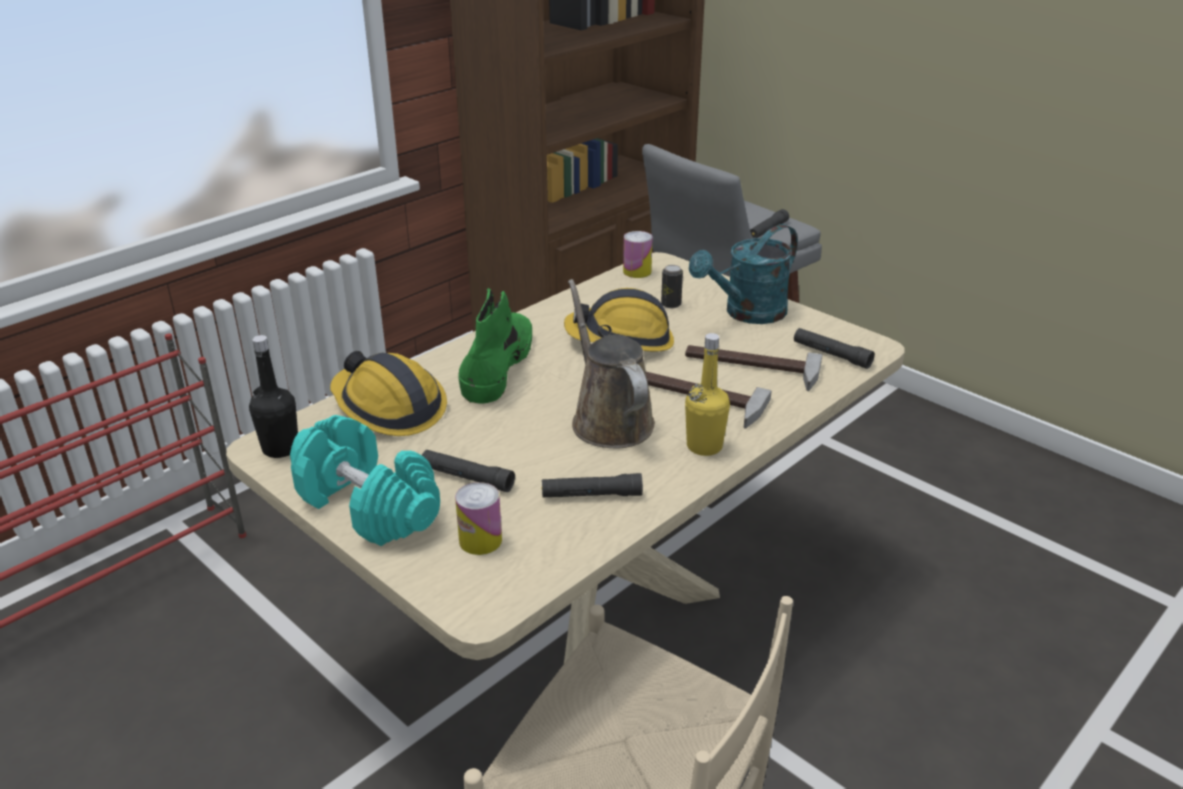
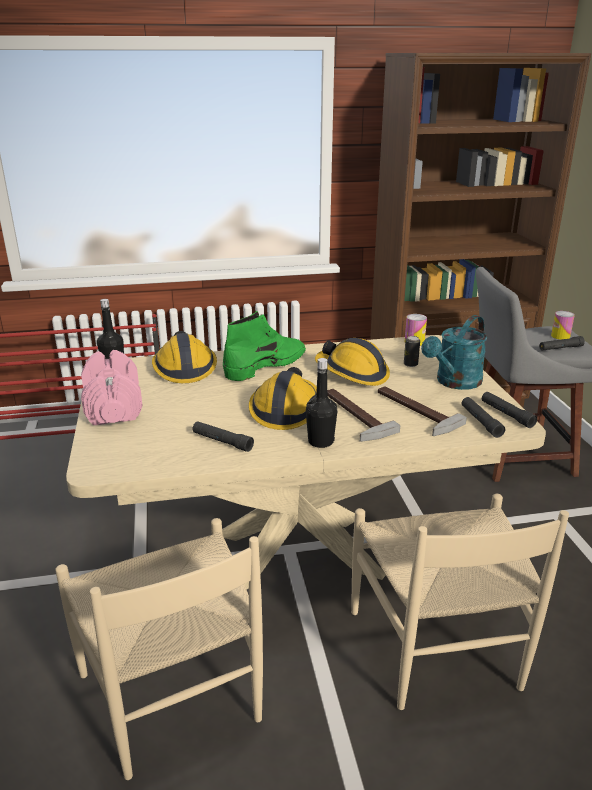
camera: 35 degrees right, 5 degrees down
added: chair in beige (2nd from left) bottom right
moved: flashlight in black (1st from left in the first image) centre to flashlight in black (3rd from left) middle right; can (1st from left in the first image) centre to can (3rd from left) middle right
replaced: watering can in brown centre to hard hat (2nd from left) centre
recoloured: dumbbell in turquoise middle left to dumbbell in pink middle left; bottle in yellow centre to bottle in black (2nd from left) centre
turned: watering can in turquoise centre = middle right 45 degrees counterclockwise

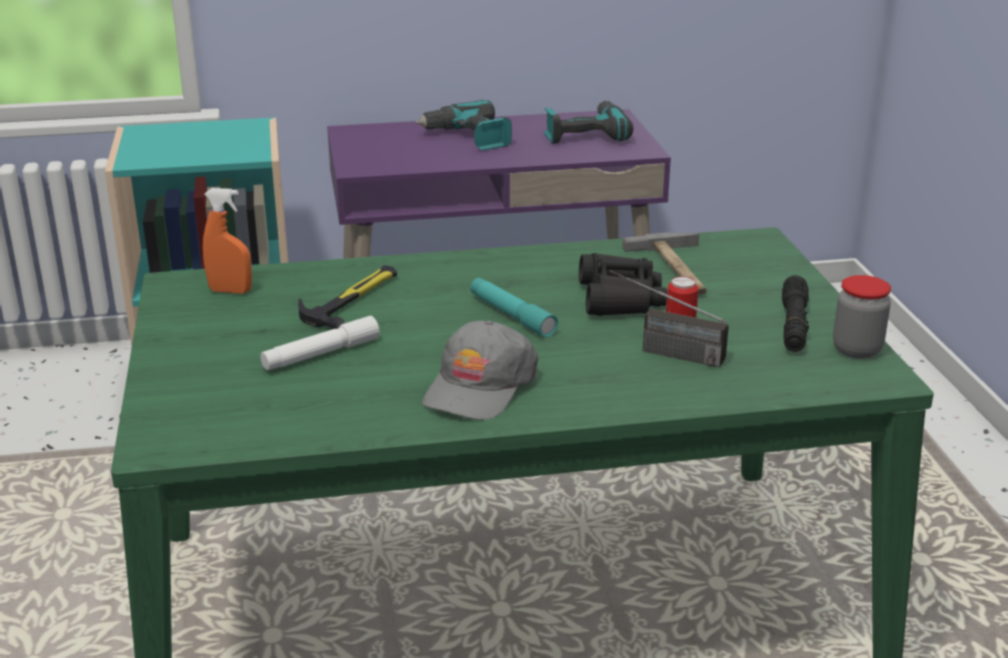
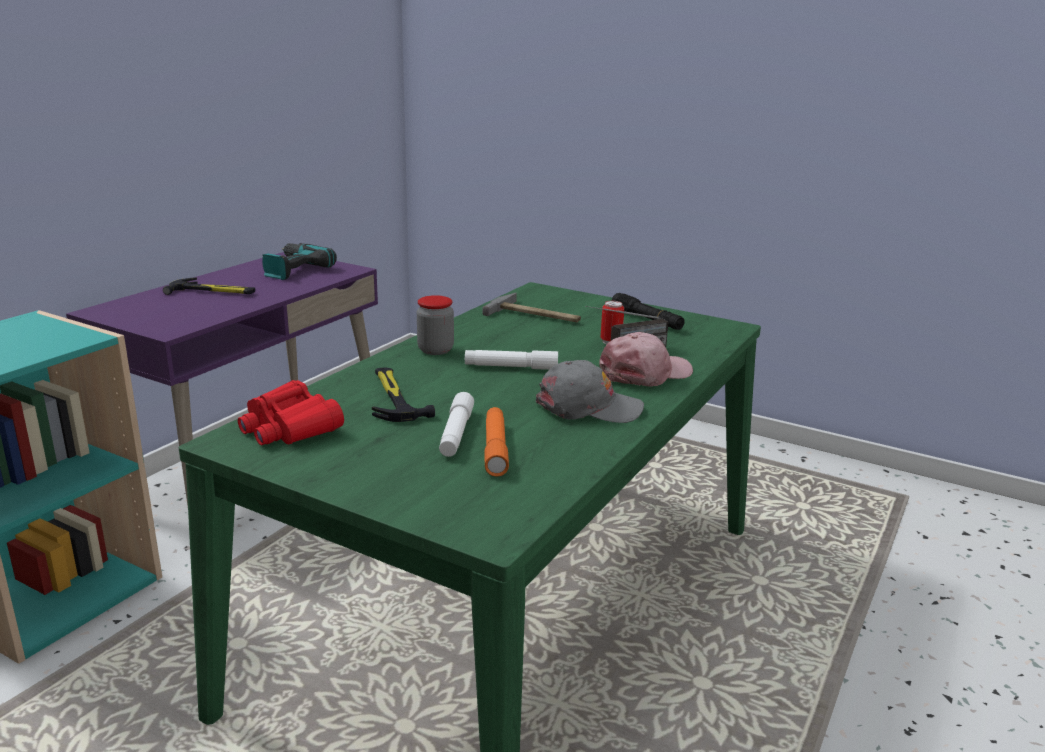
camera: 50 degrees left, 5 degrees down
removed: binoculars in black centre
added: flashlight in orange centre; cap in pink centre
moved: jar middle right to centre
replaced: power drill (1st from left) top centre to hammer (1st from left) middle left; spray bottle in orange middle left to binoculars in red middle left
recoloured: flashlight in turquoise centre to flashlight in white (2nd from left) centre
turned: cap in grey centre = centre 60 degrees counterclockwise

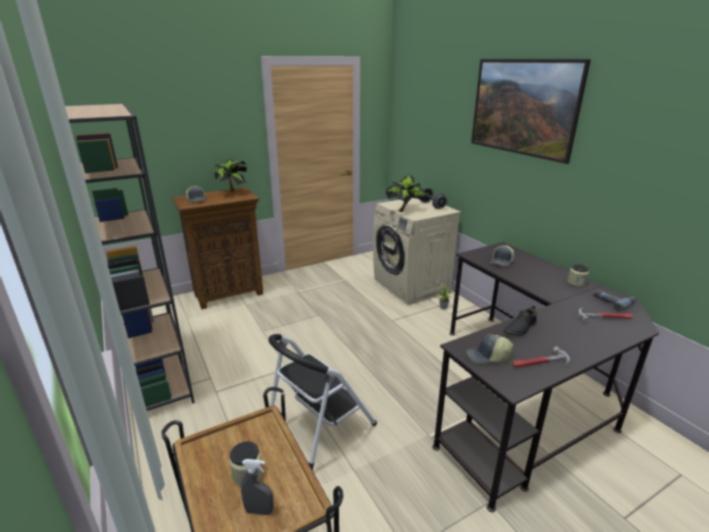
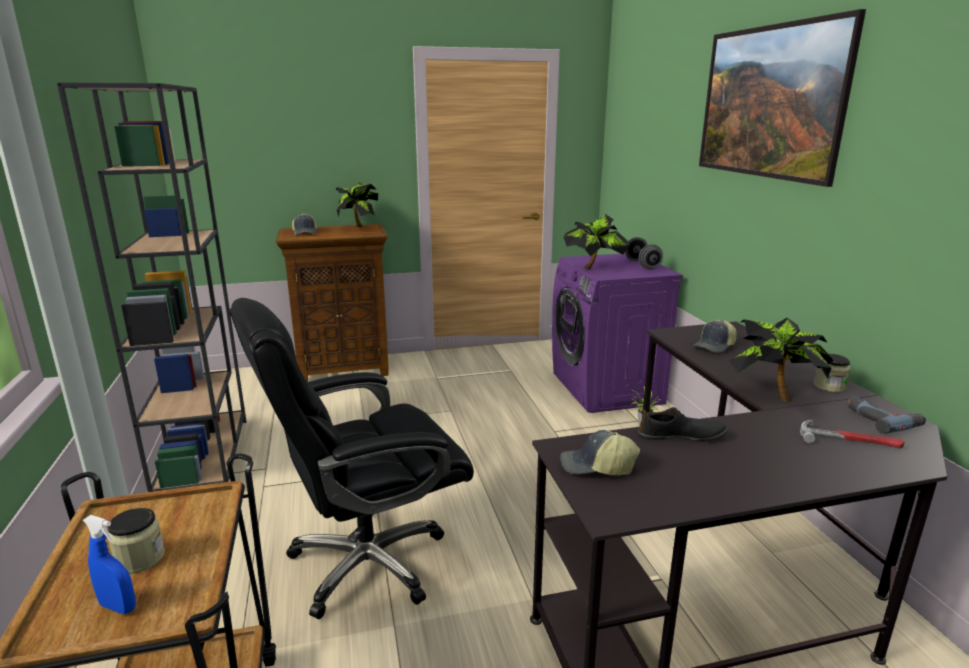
camera: 15 degrees right, 5 degrees down
removed: hammer (1st from left) bottom right
added: potted plant (4th from left) middle right
replaced: step ladder bottom centre to office chair in black bottom centre
recoloured: spray bottle in grey bottom centre to spray bottle in blue bottom left; washing machine in beige centre to washing machine in purple centre
turned: shoe in black middle right = middle right 150 degrees counterclockwise

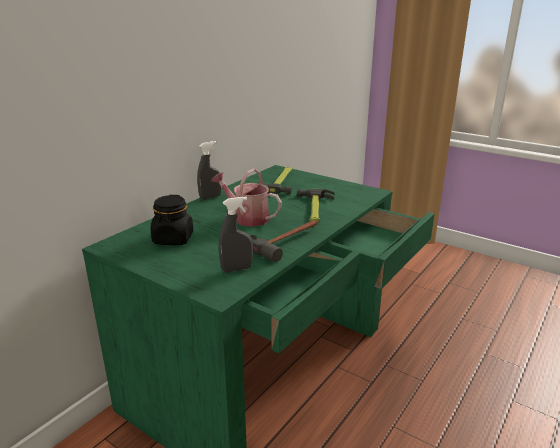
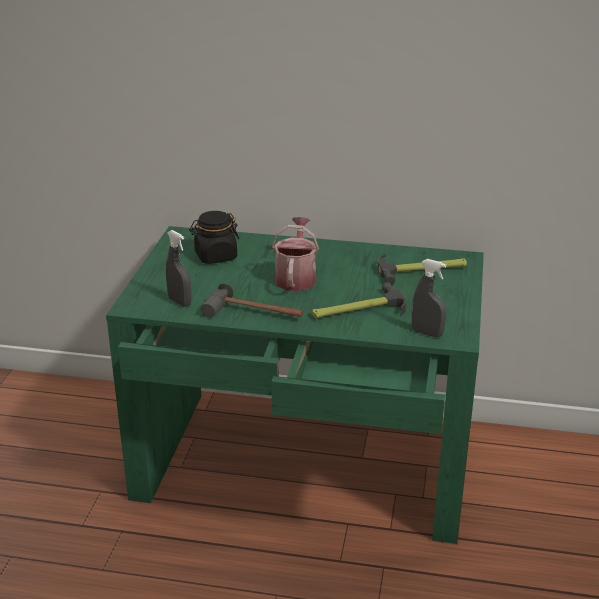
camera: 65 degrees right, 5 degrees up
moved: spray bottle in grey (1st from left in the first image) centre to spray bottle in grey (2nd from left) middle right

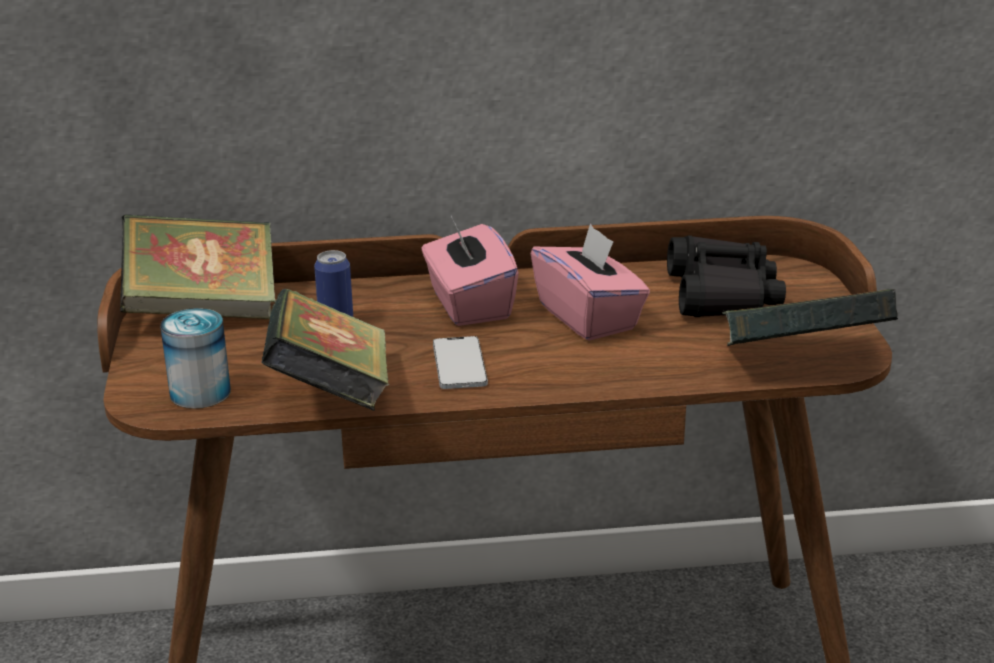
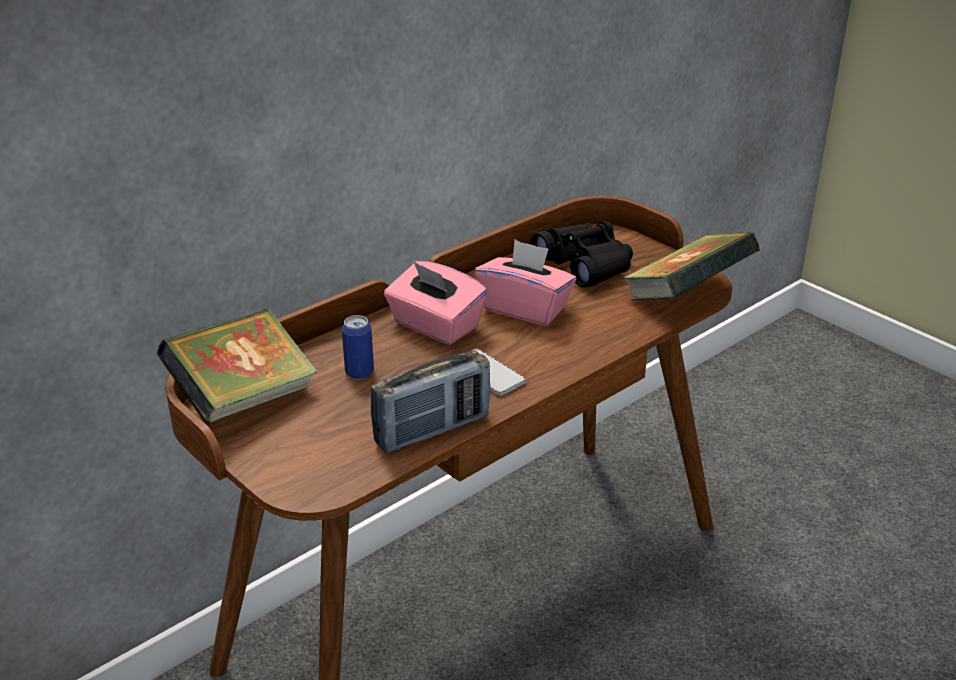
camera: 35 degrees left, 5 degrees up
removed: can (1st from left) middle left
replaced: book (2nd from left) middle left to radio centre

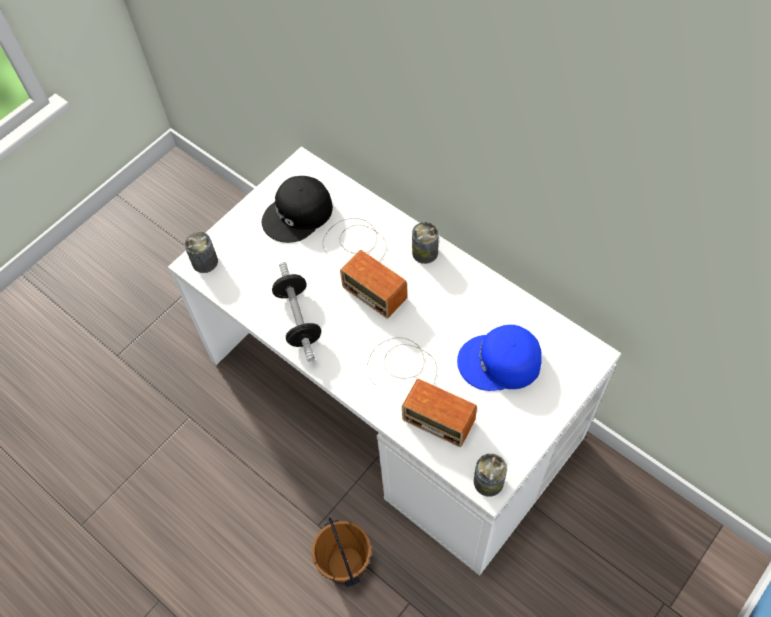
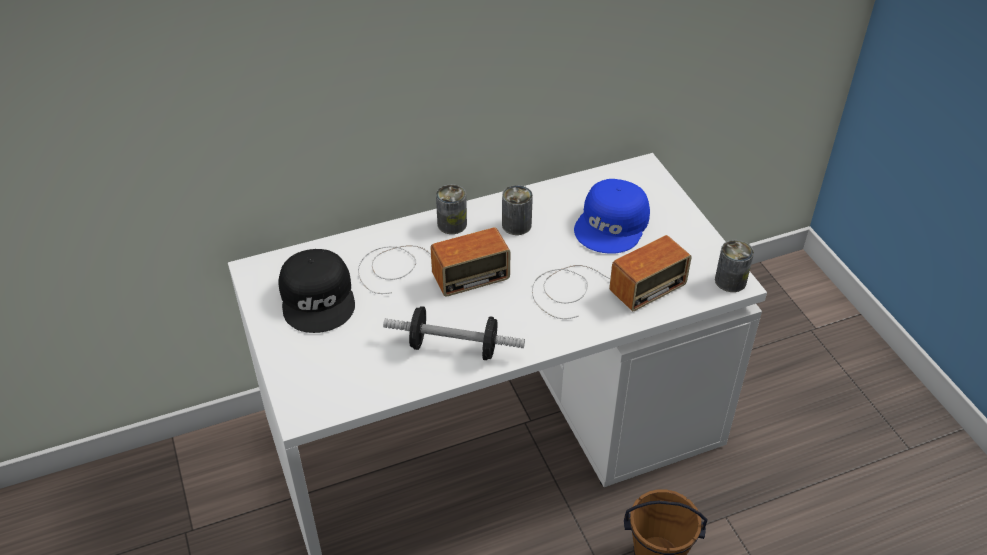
camera: 65 degrees left, 15 degrees down
moved: can (1st from left in the first image) middle left to can (2nd from left) centre

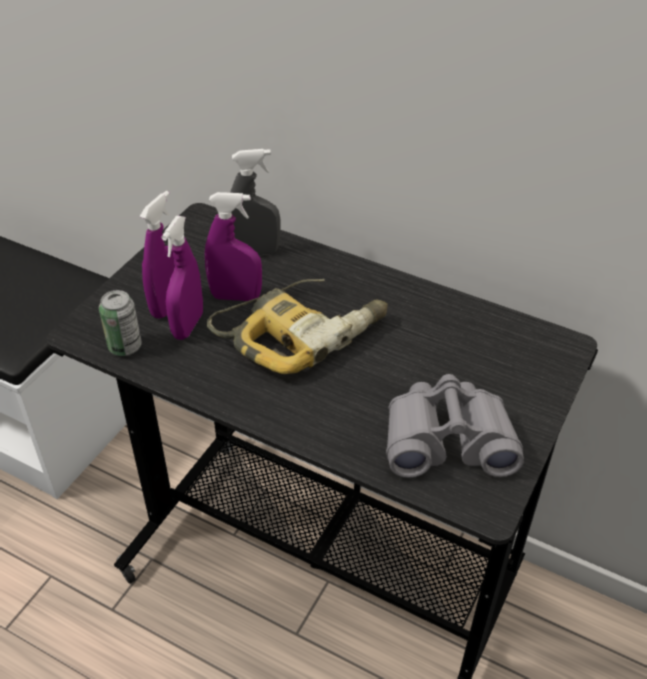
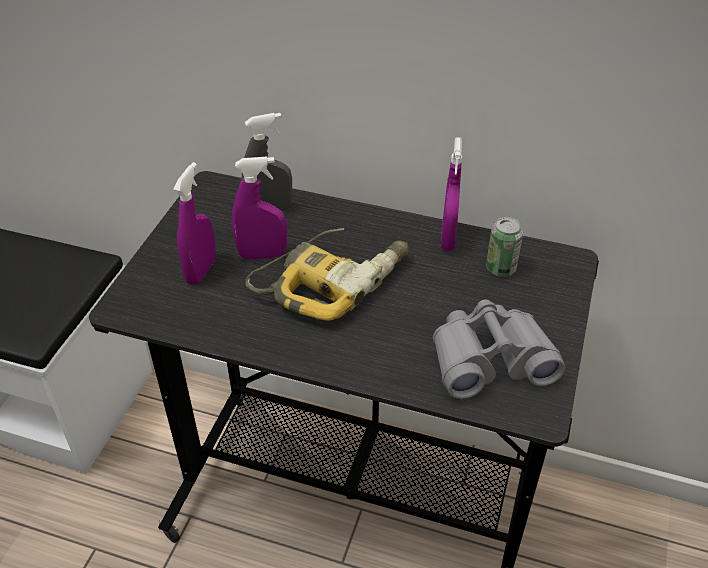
camera: 10 degrees left, 0 degrees up
moved: spray bottle in purple (2nd from left in the first image) middle left to spray bottle in purple (3rd from left) centre; can middle left to middle right

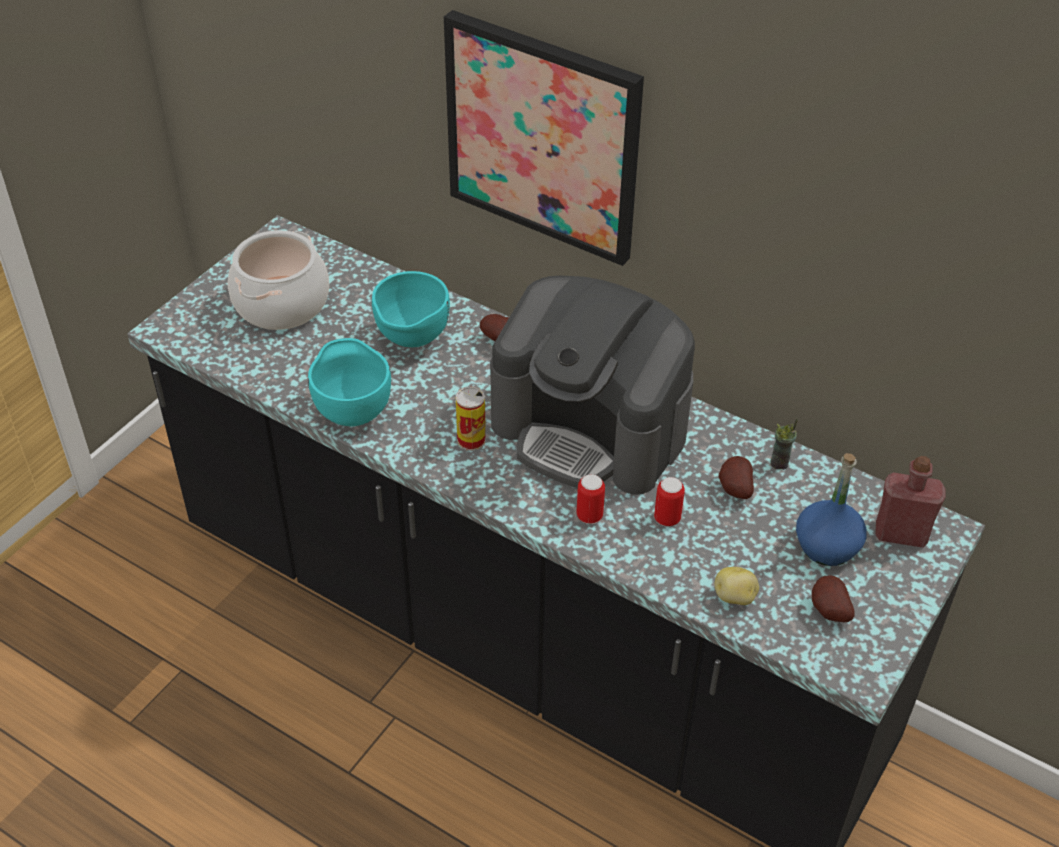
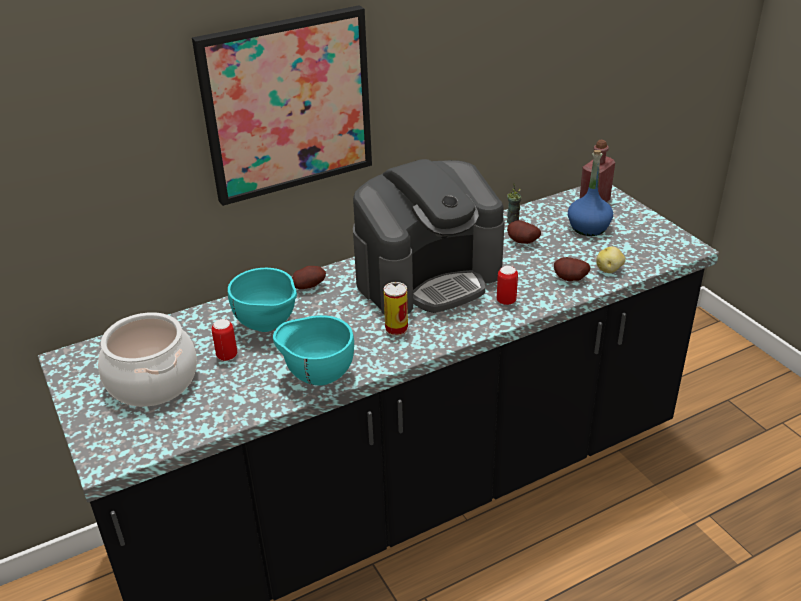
camera: 60 degrees left, 10 degrees down
moved: can (3rd from left in the first image) centre to can (1st from left) middle left; potato (4th from left in the first image) bottom right to potato (3rd from left) middle right

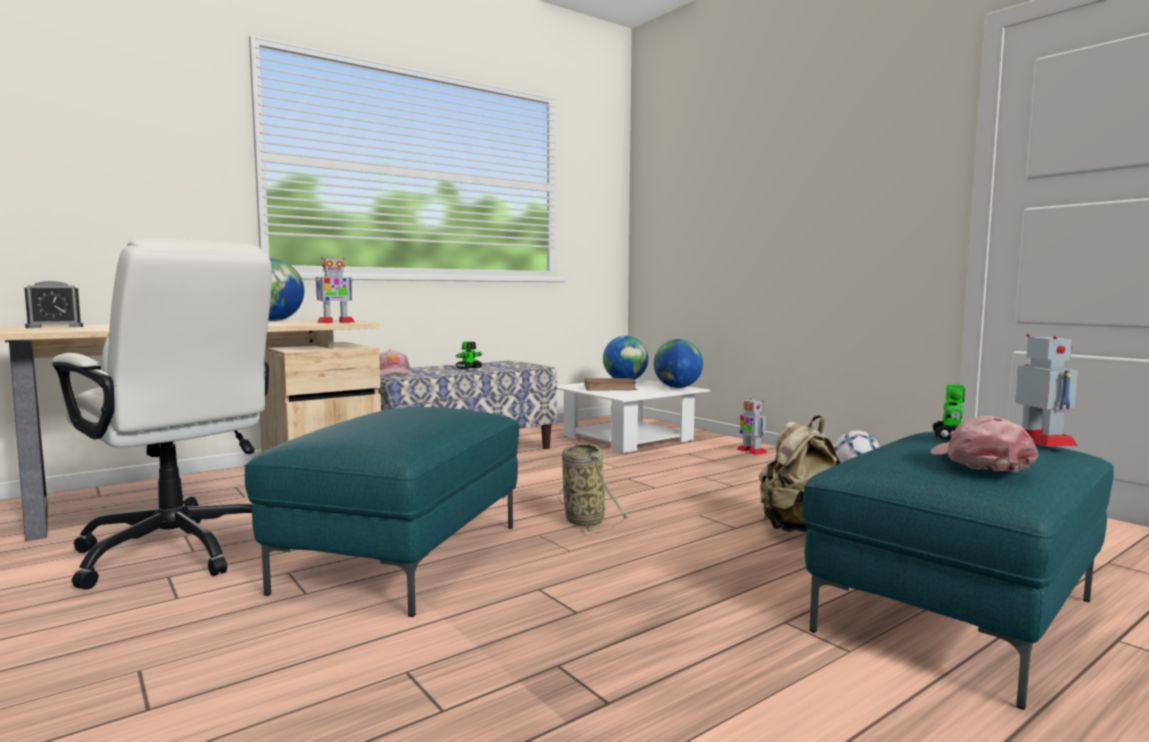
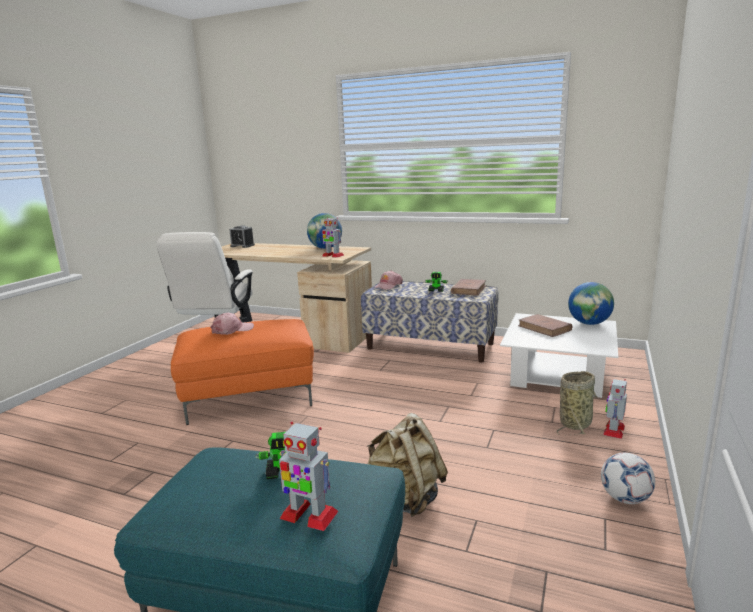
camera: 60 degrees right, 10 degrees up
removed: globe (3rd from left) centre
added: book in brown (1st from left) centre
moved: cap in pink (2nd from left in the first image) middle right to cap in pink (1st from left) middle left; basket centre to middle right
recoloured: ottoman in turquoise (1st from left) bottom left to ottoman in orange middle left
turned: toy robot (5th from left in the first image) middle right = bottom centre 60 degrees clockwise

